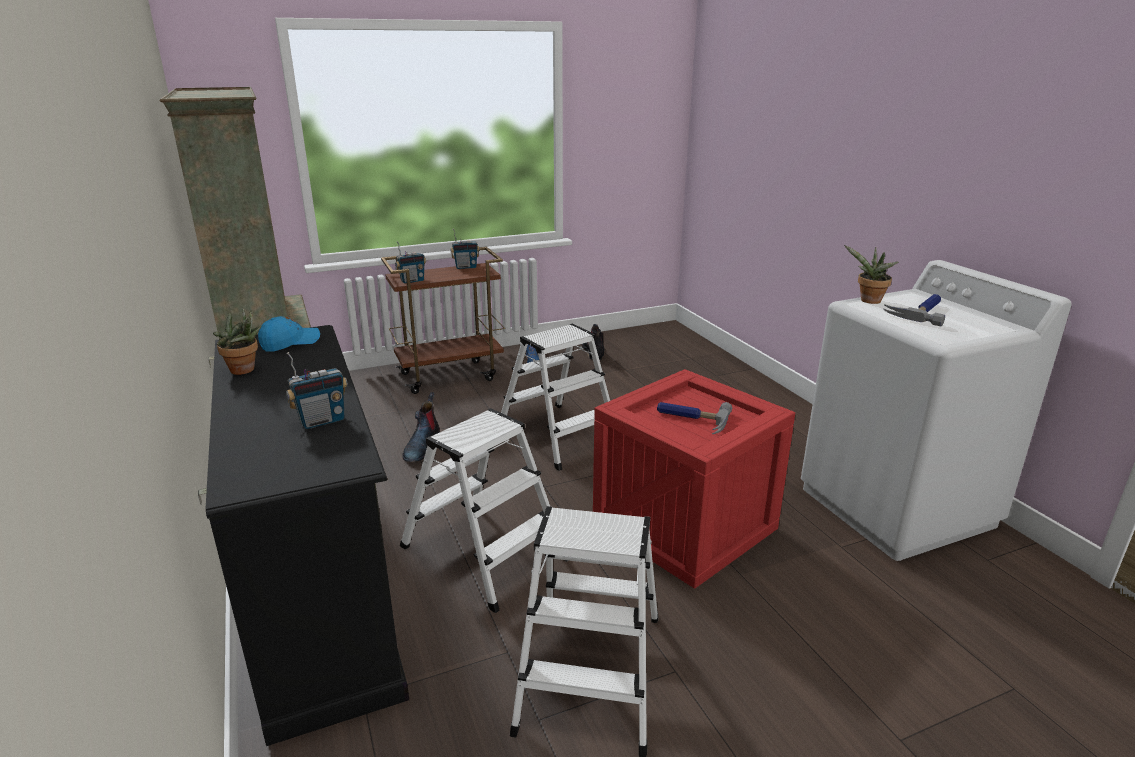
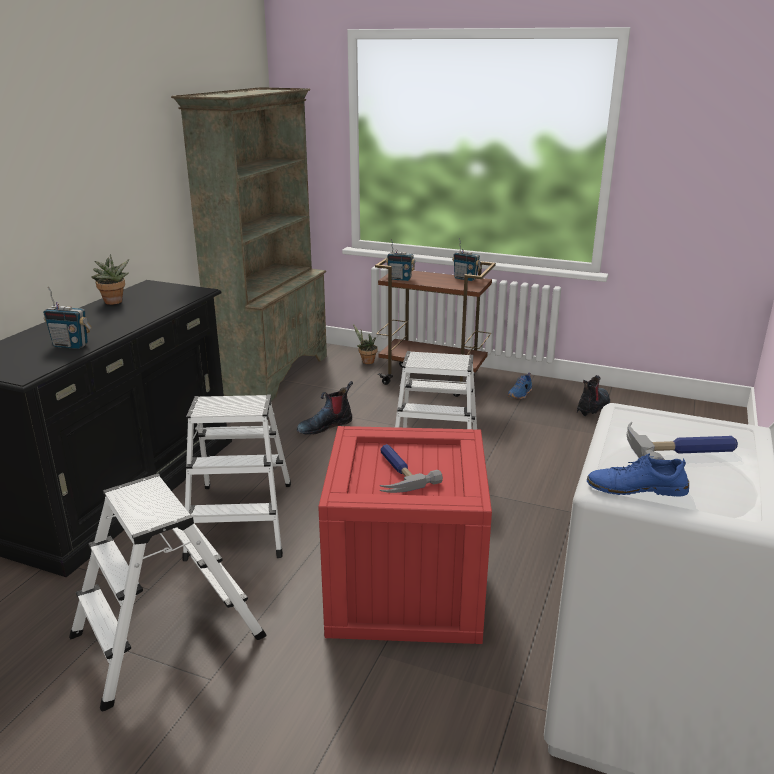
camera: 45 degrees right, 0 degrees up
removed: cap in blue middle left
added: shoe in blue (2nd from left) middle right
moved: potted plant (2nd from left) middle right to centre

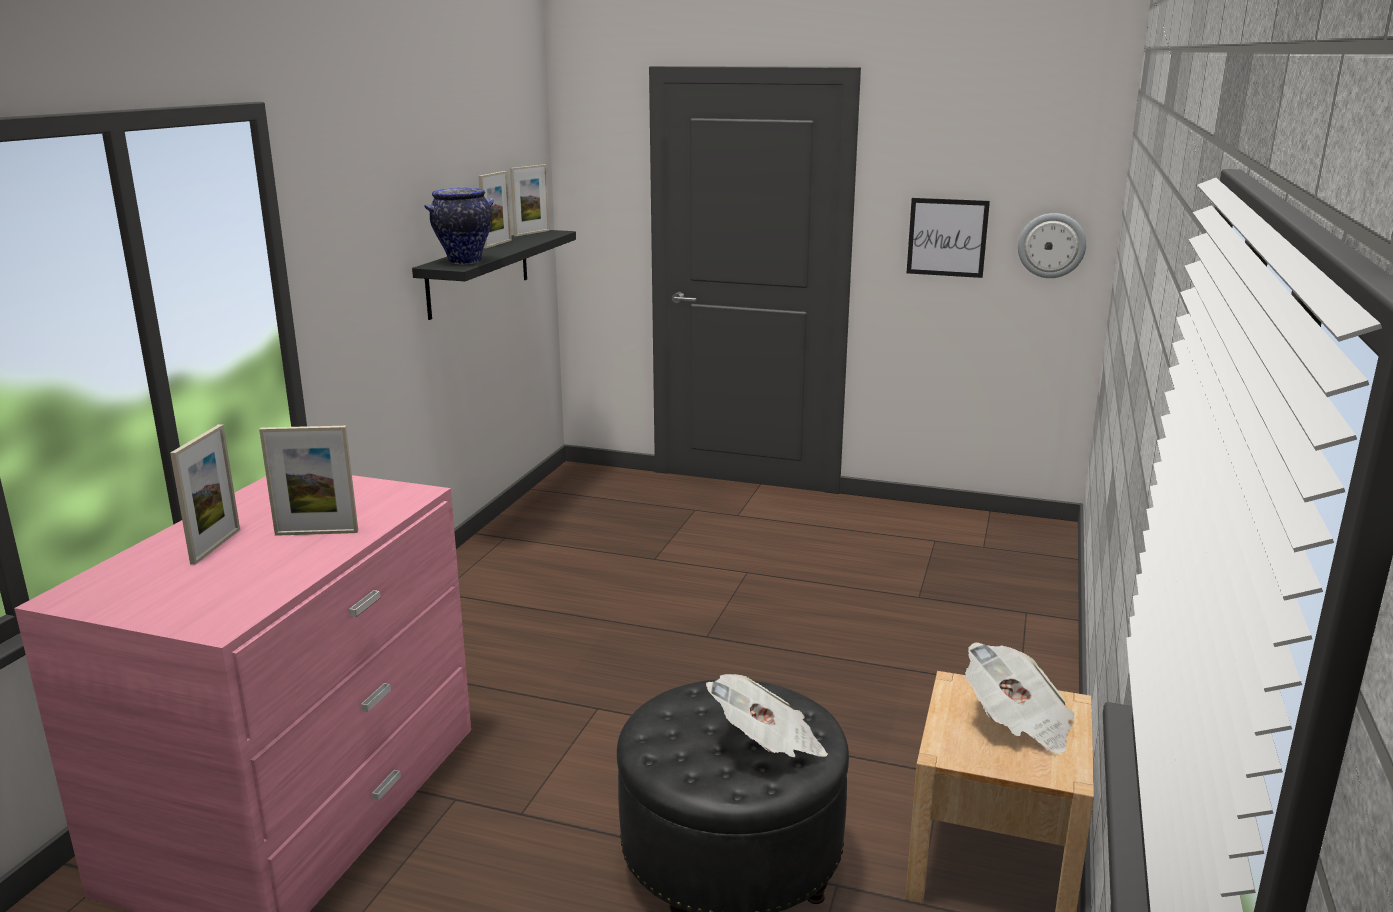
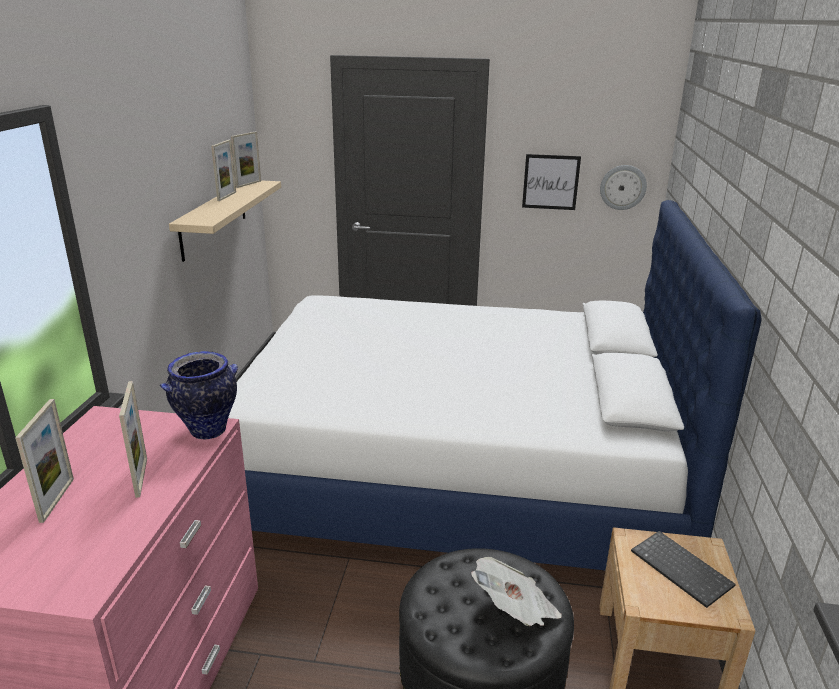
camera: 10 degrees left, 5 degrees up
added: bed in white centre
moved: vase top left to middle left
replaced: newspaper (2nd from left) bottom right to keyboard bottom right
recoloured: shelf in black top centre to shelf in beige top left
turned: picture frame (2nd from left) middle left = middle left 90 degrees counterclockwise

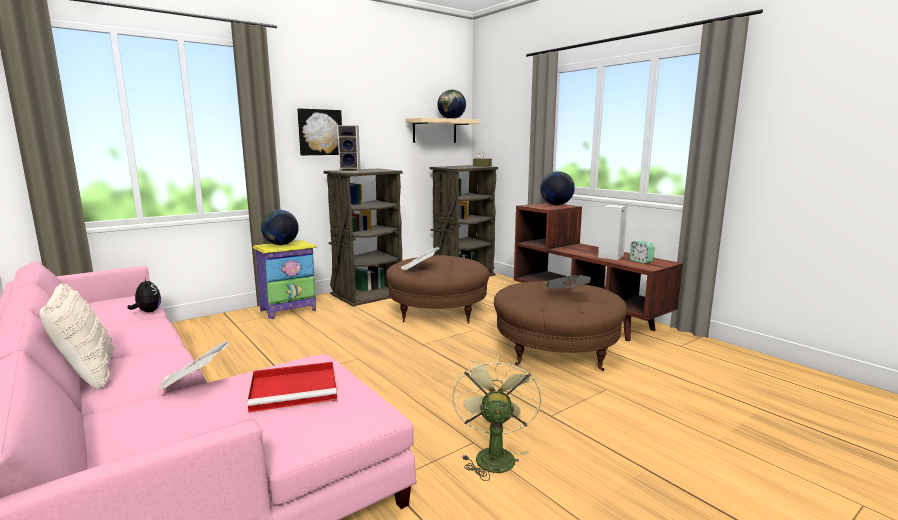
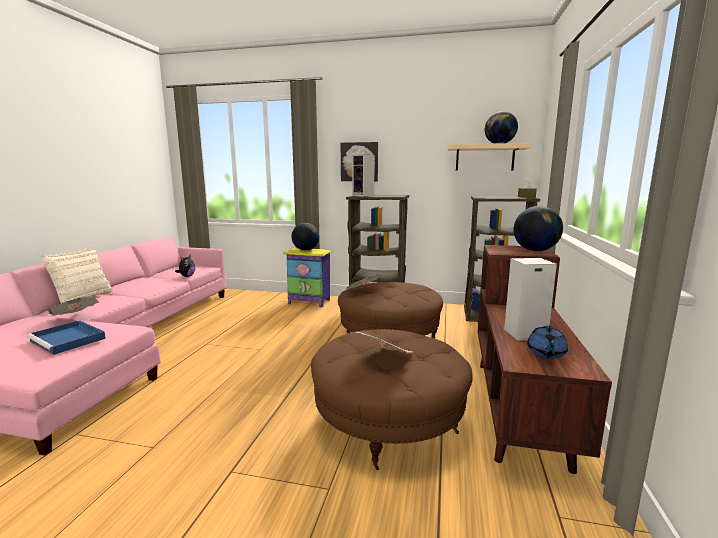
camera: 50 degrees right, 0 degrees up
removed: fan in green bottom centre
replaced: alarm clock middle right to teapot in blue middle right
recoloured: tray in red bottom left to tray in blue middle left

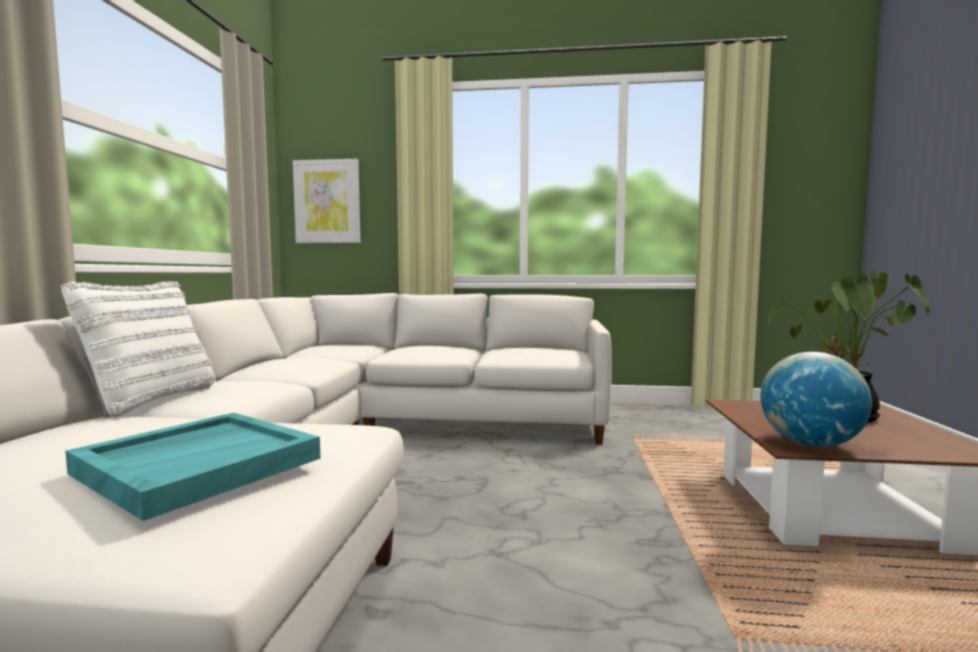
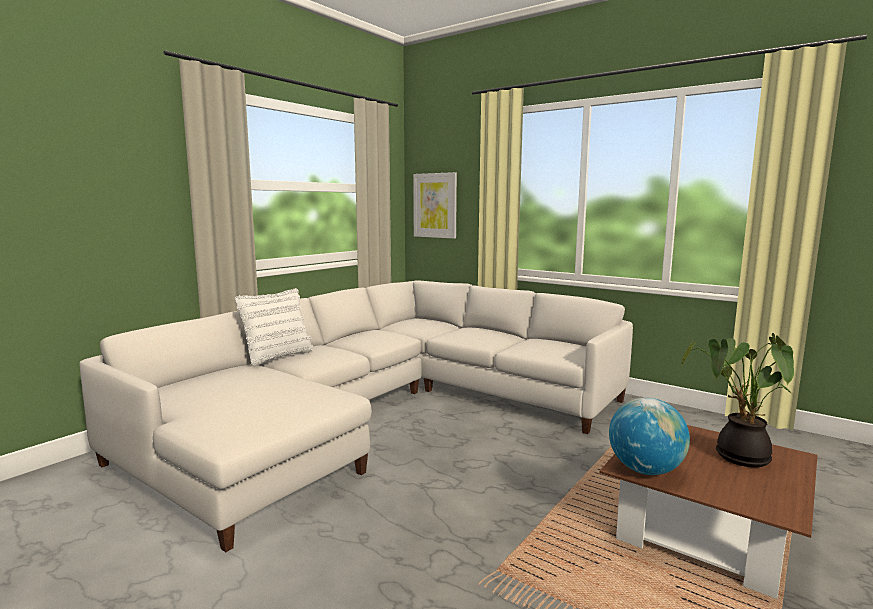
camera: 30 degrees right, 5 degrees up
removed: tray in turquoise bottom left

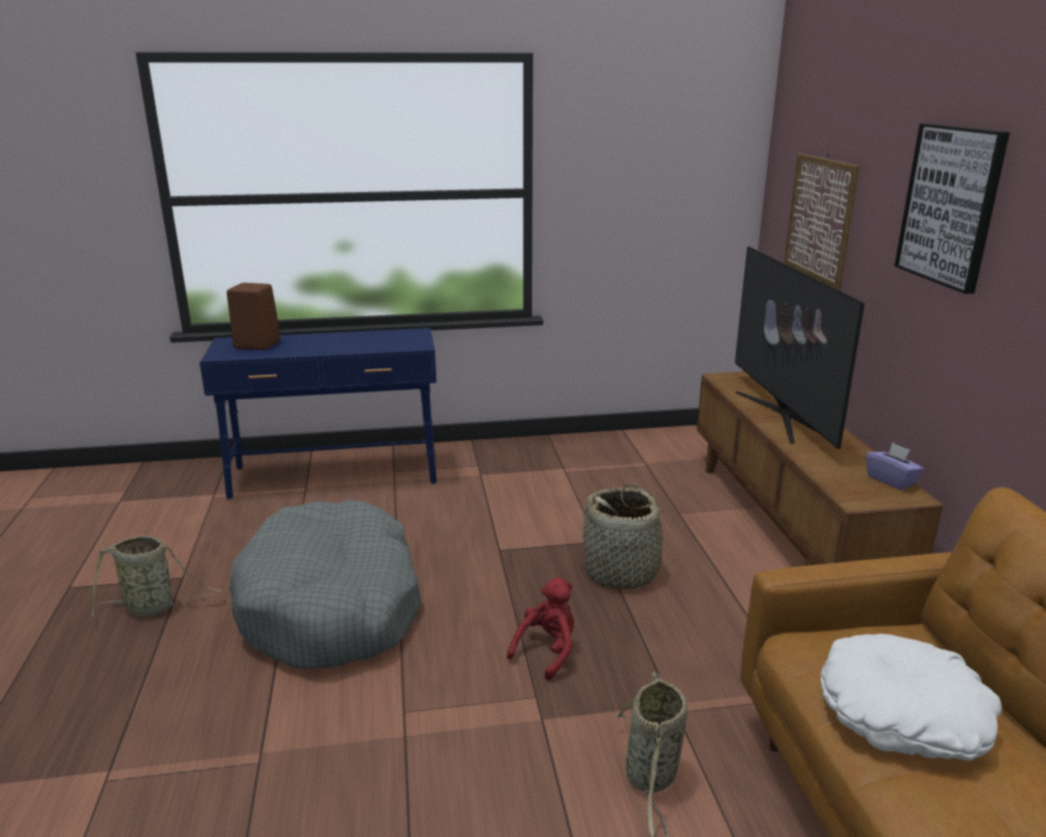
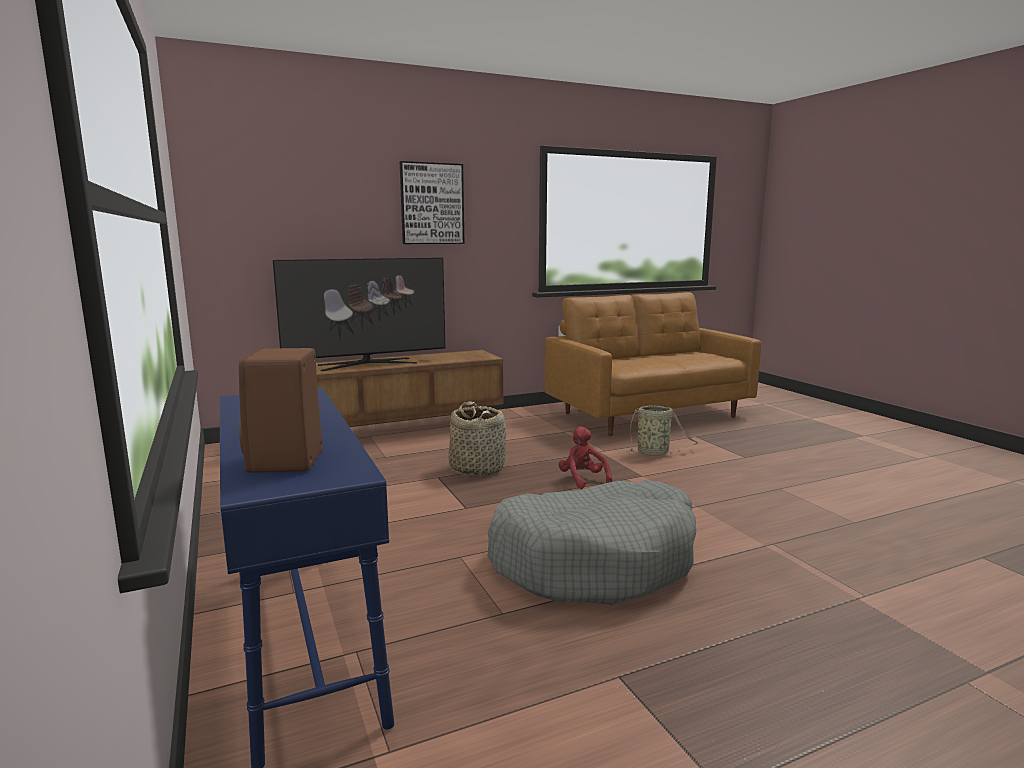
camera: 105 degrees left, 10 degrees down
removed: basket (1st from left) bottom left; picture (1st from left) top right; pillow in white bottom right; tissue box in purple middle right
turned: plush toy in red bottom centre = centre 45 degrees clockwise

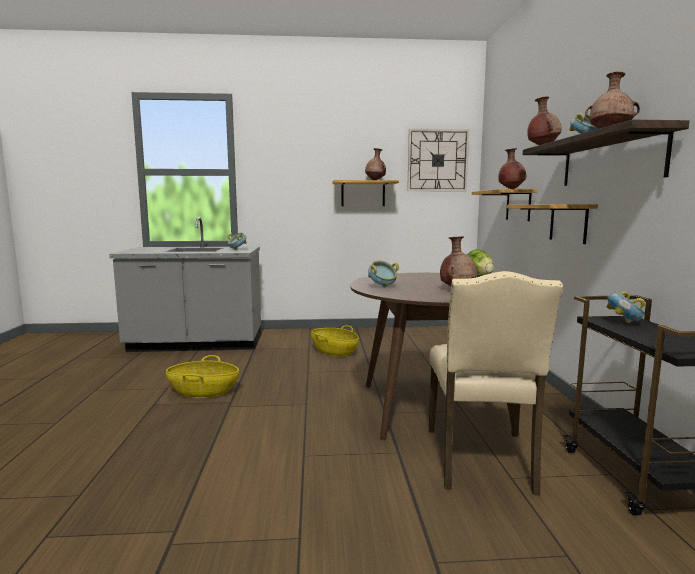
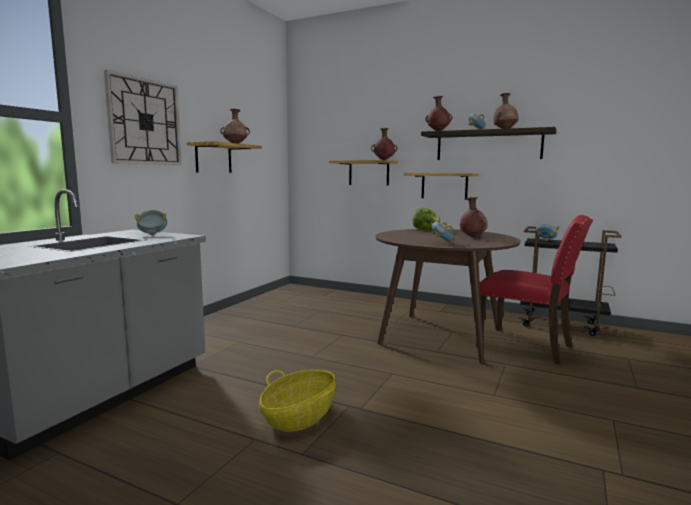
camera: 60 degrees left, 0 degrees up
removed: basket (2nd from left) centre
moved: wall clock top centre to top left
recoloured: chair in beige bottom right to chair in red middle right

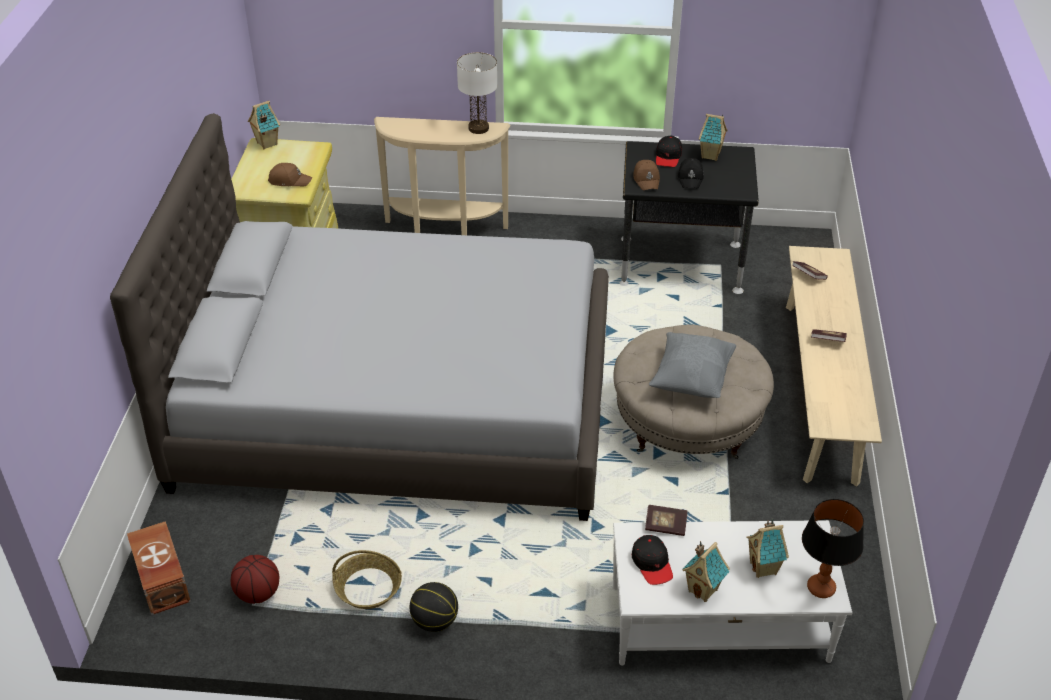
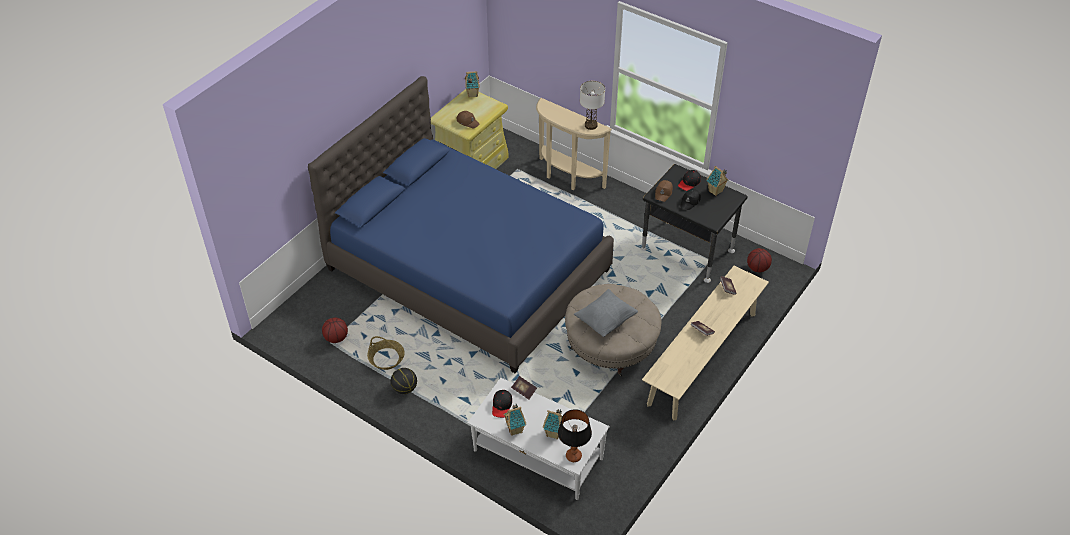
camera: 30 degrees right, 5 degrees up
removed: storage box in brown bottom left
added: basketball (3rd from left) middle right
recoloured: bed in grey centre to bed in blue centre

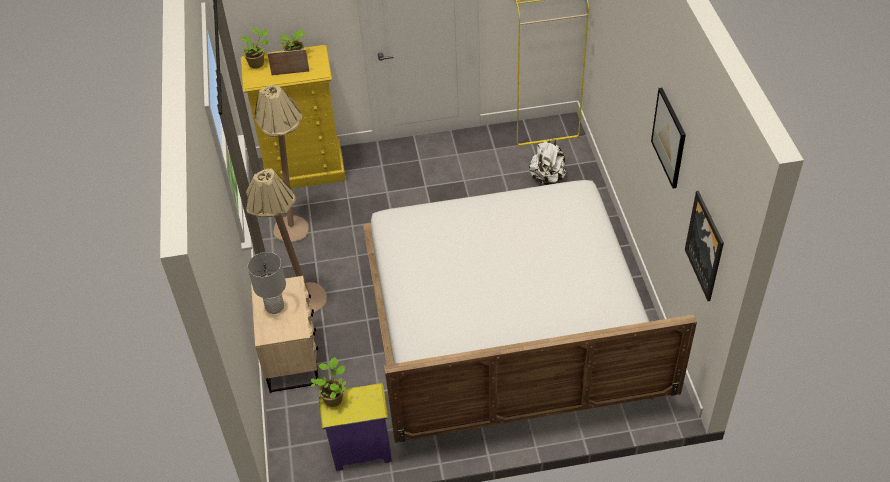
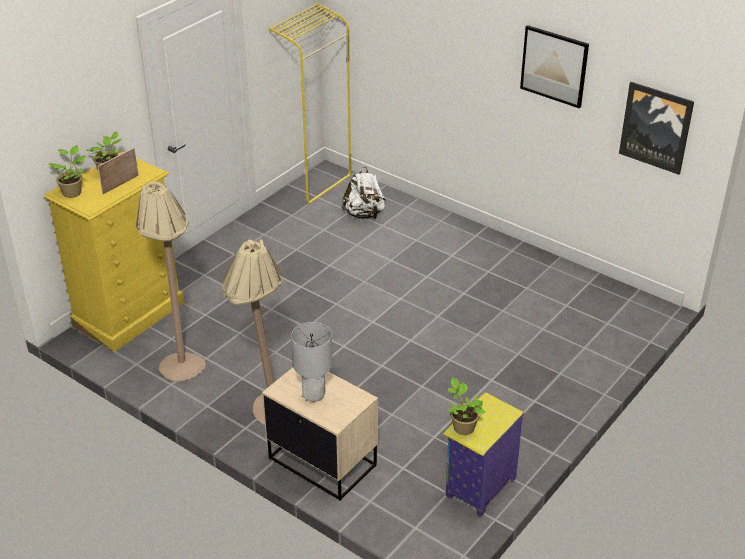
camera: 45 degrees left, 10 degrees down
removed: bed in white centre

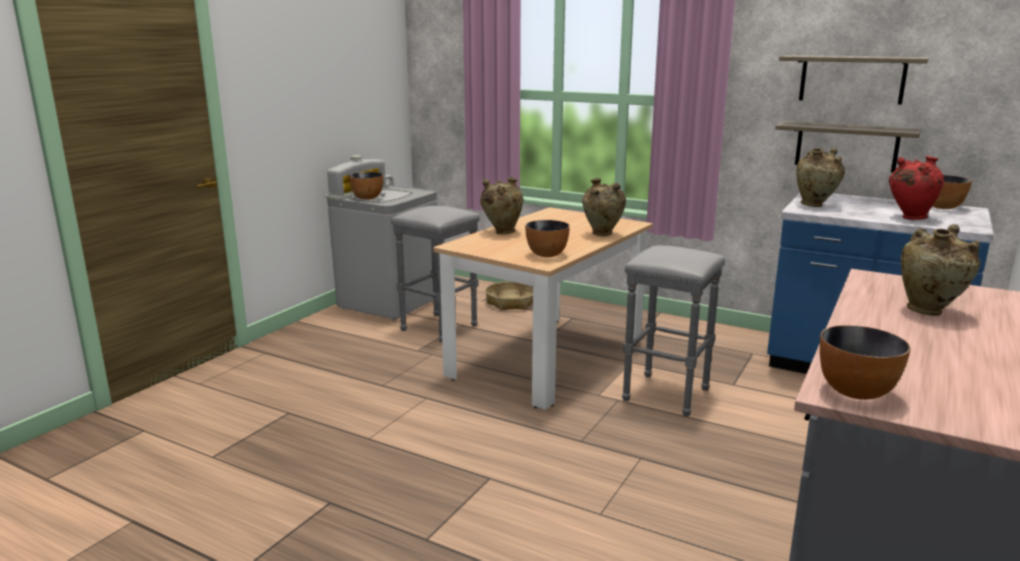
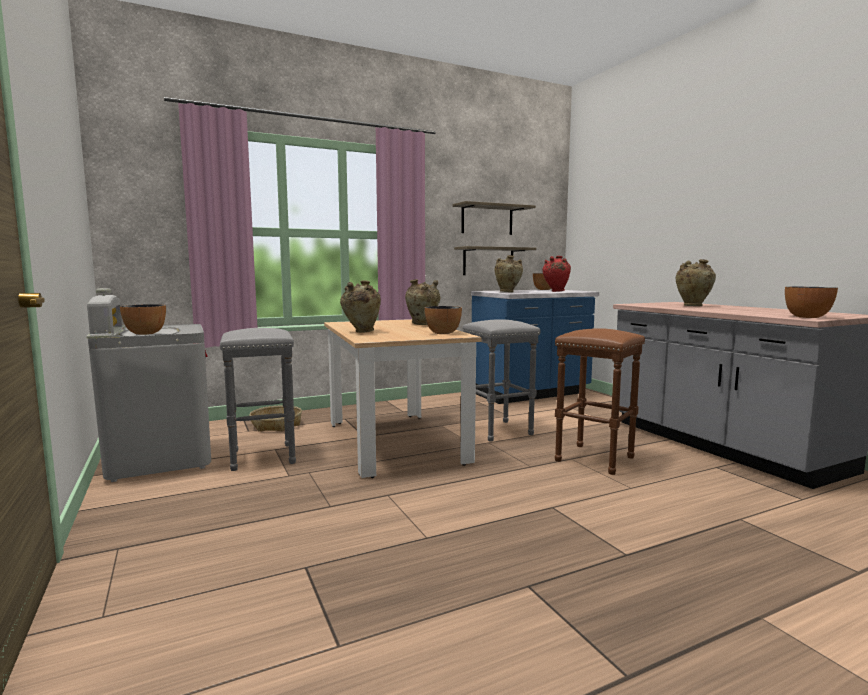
camera: 55 degrees left, 10 degrees down
added: stool in brown middle right

